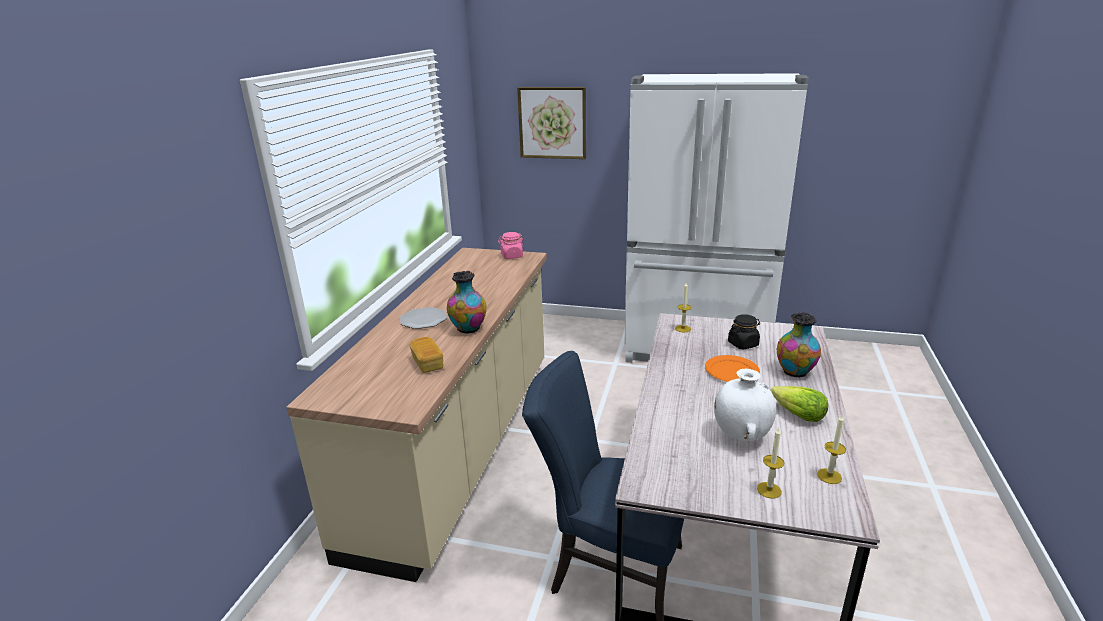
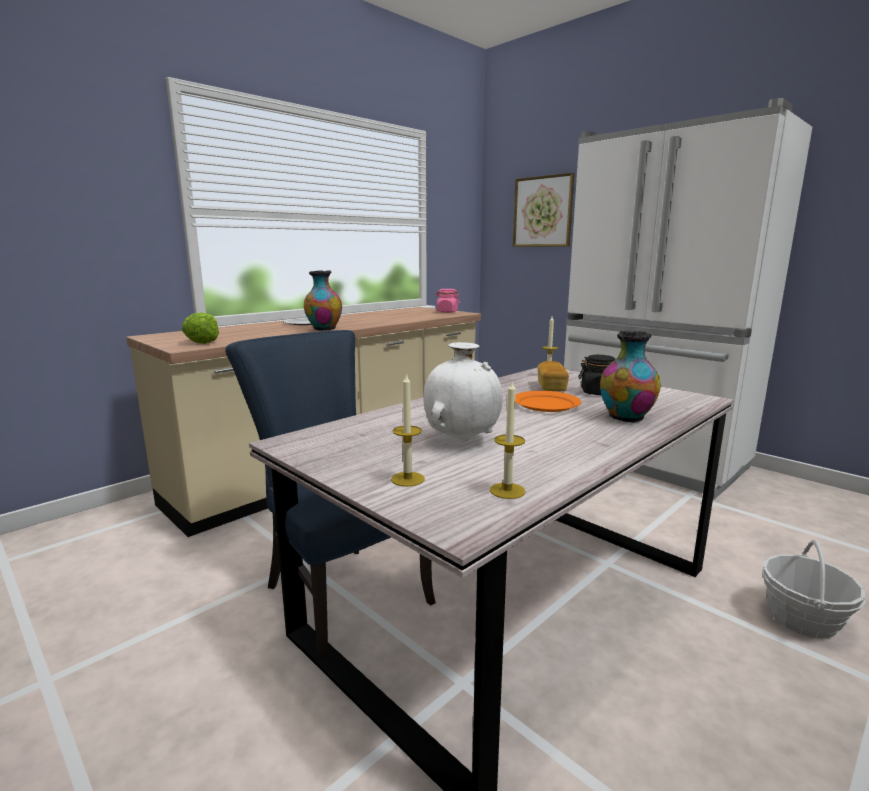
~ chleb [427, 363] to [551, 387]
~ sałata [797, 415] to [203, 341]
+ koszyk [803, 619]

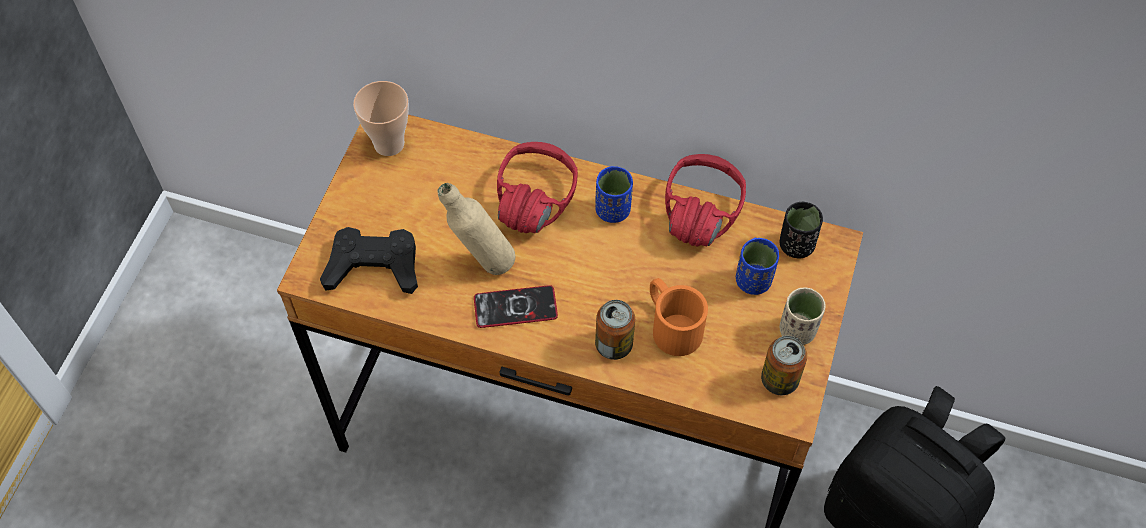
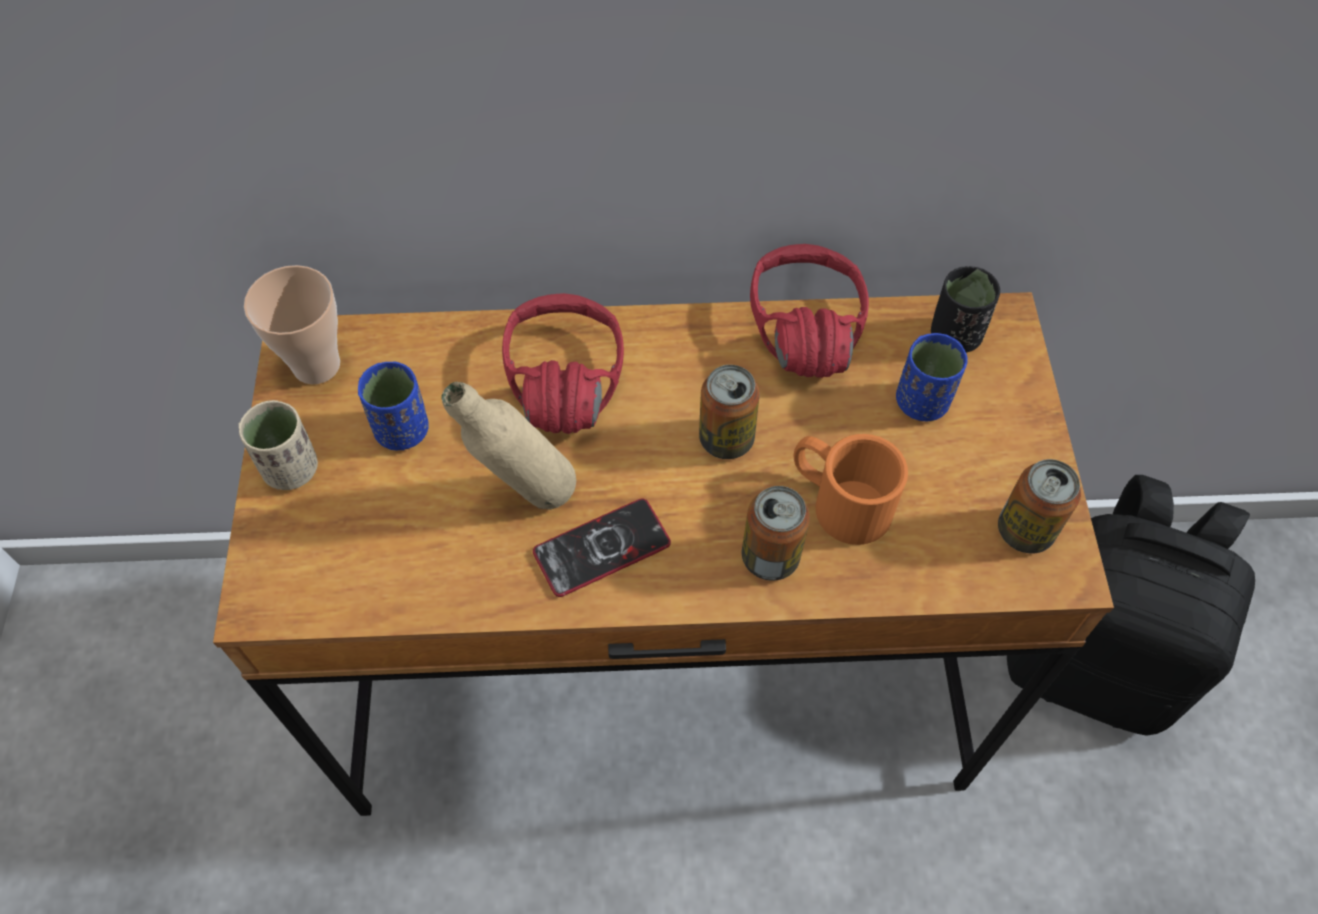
- pad do gier/czarny [373, 266]
~ filiżanka/niebieski [613, 210] to [402, 430]
~ filiżanka/beżowy [797, 330] to [291, 469]
+ puszka [726, 439]

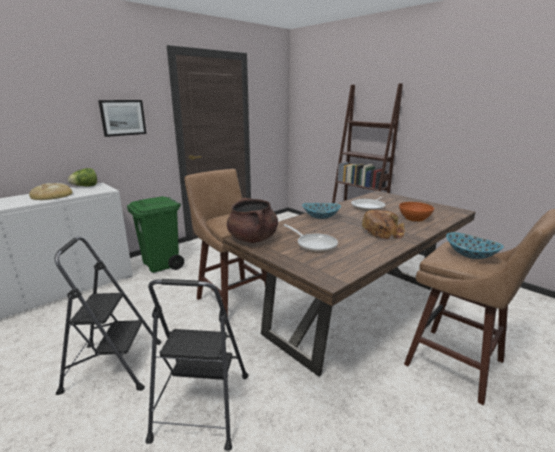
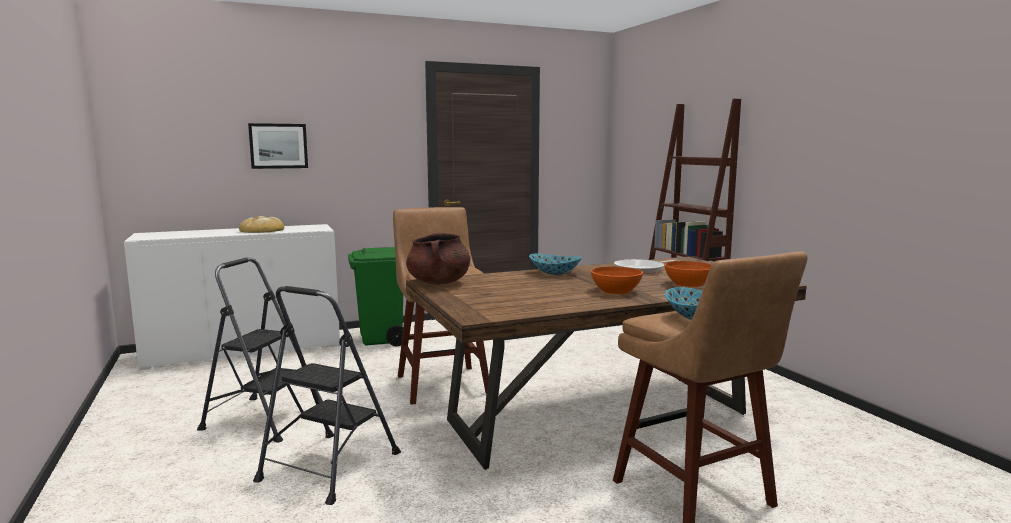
- sałata [85, 186]
~ obraz [123, 117] to [278, 146]
- patelnia [314, 245]
~ chleb [382, 232] to miska/pomarańczowy [615, 291]

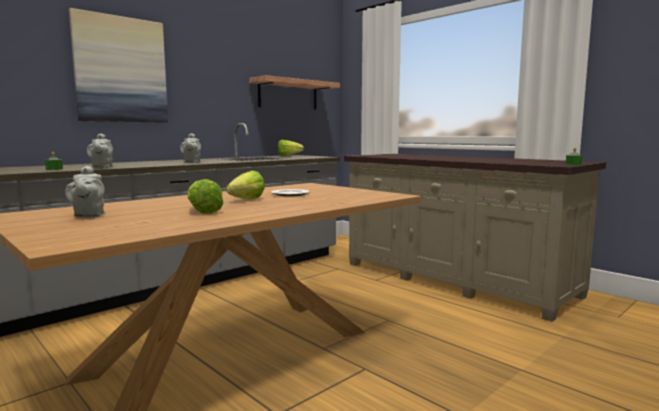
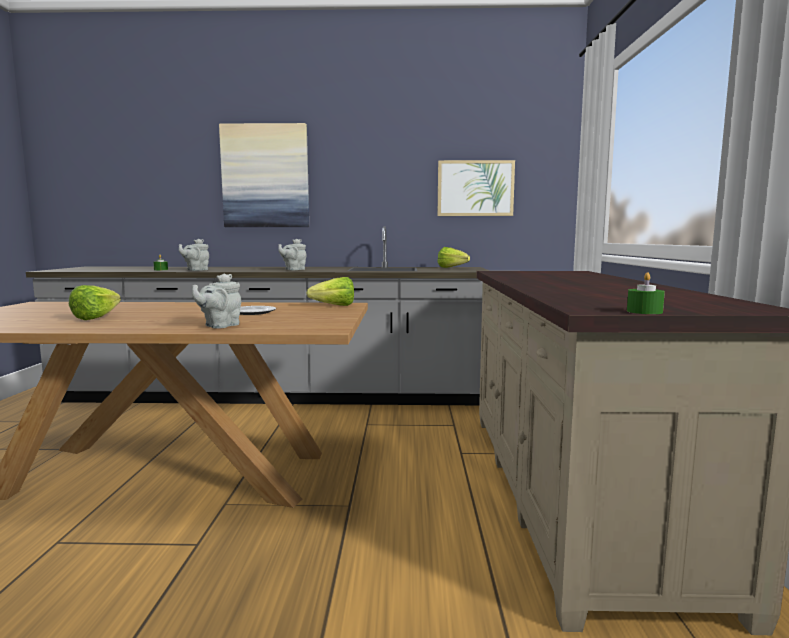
~ imbryk/szary [88, 215] to [220, 326]
~ sałata [243, 200] to [330, 306]
~ półka [288, 95] to obraz [475, 188]

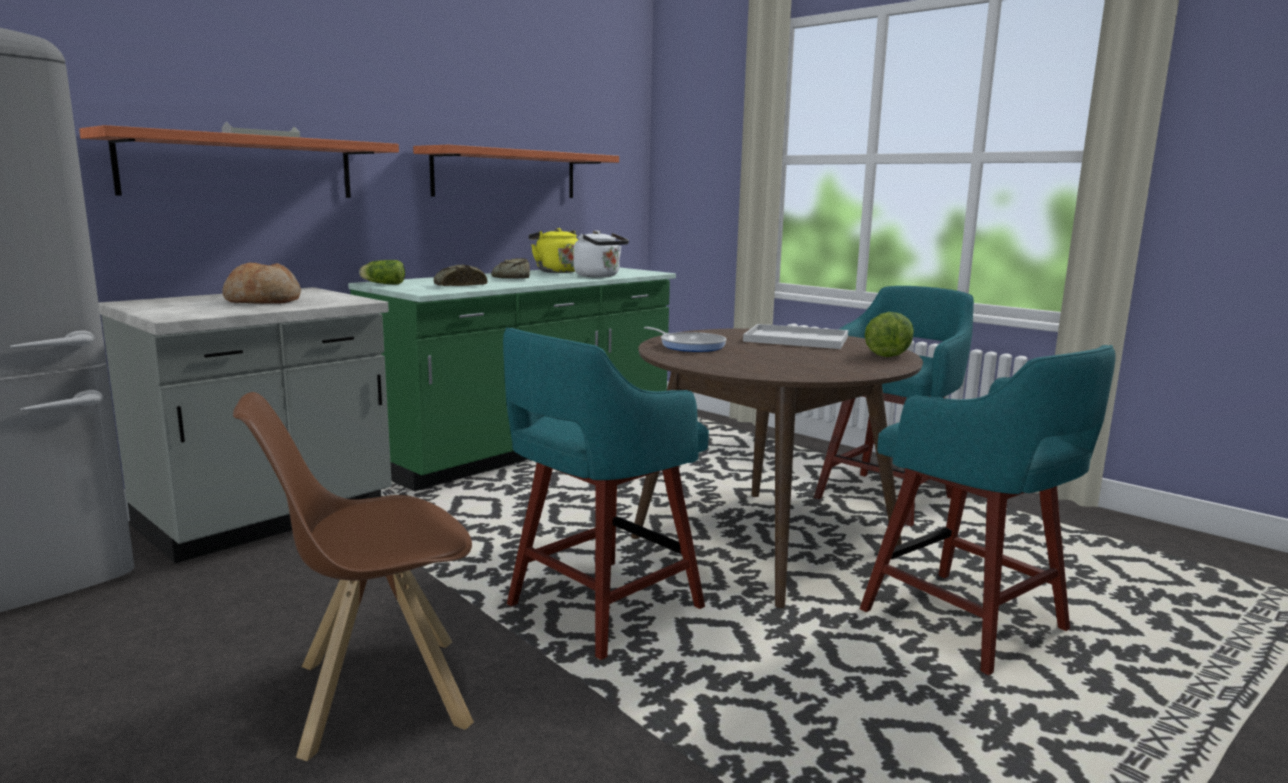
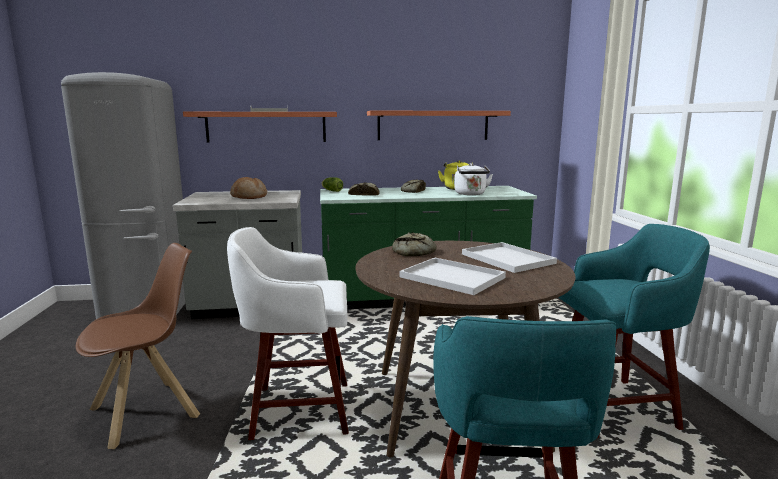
~ krzesło/brązowy [375, 695] = [148, 411] 120 degrees clockwise
~ stołek/turkusowy [600, 608] to stołek/biały [297, 410]
~ patelnia [690, 346] to chleb [415, 252]
- sałata [889, 354]
+ taca/biały [450, 277]

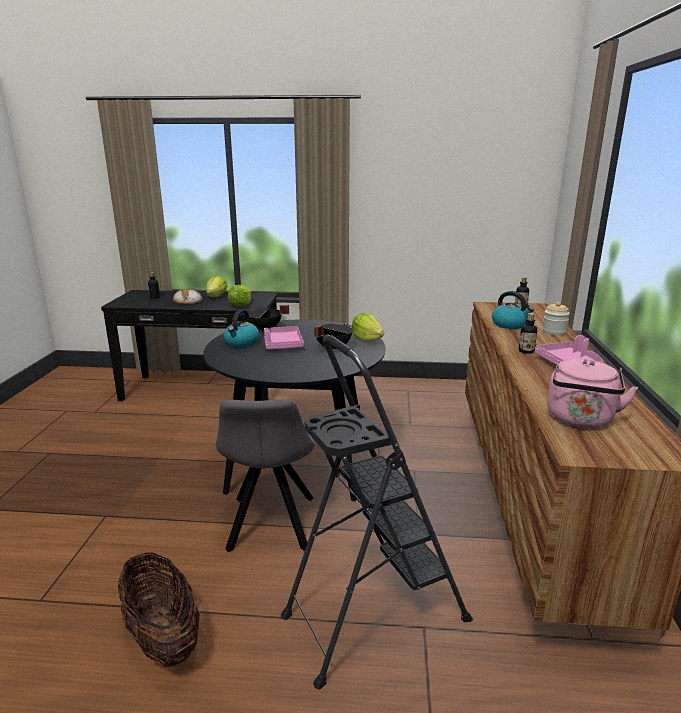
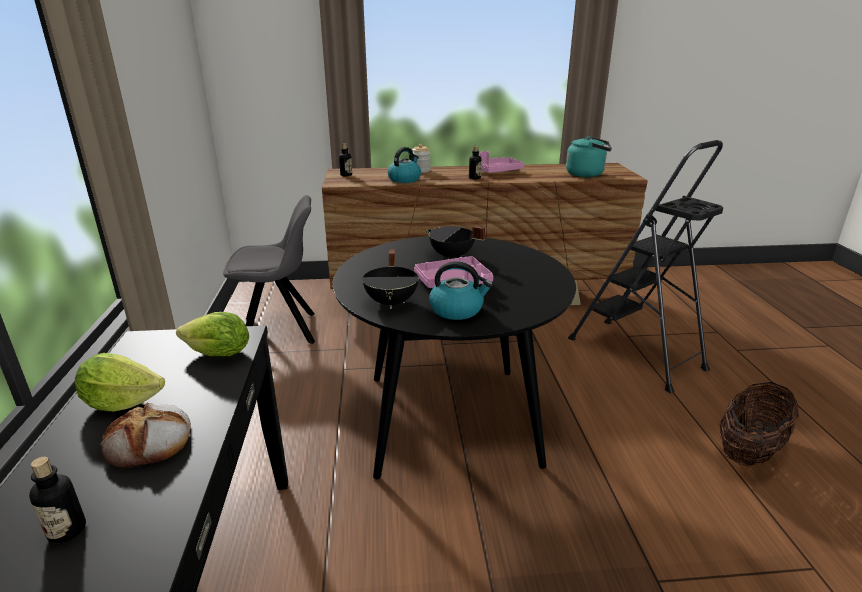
~ krzesło/szary [271, 523] to [280, 331]
- sałata [367, 339]
~ czajnik/różowy [580, 420] to czajnik/turkusowy [587, 174]

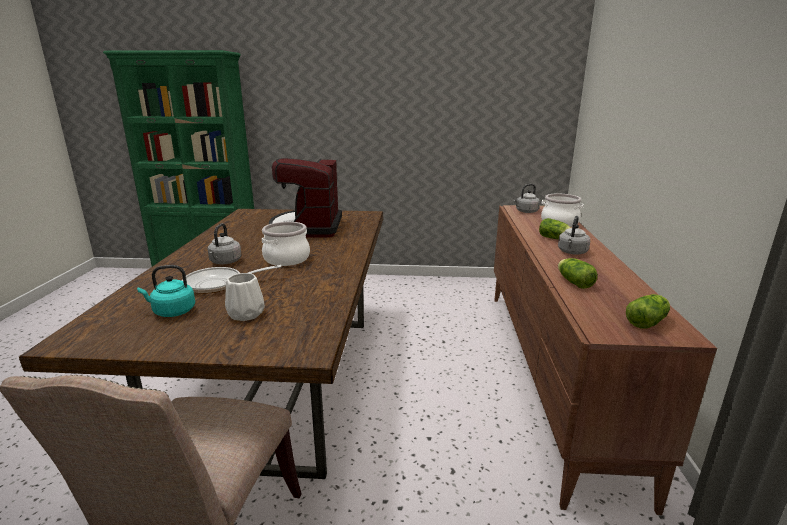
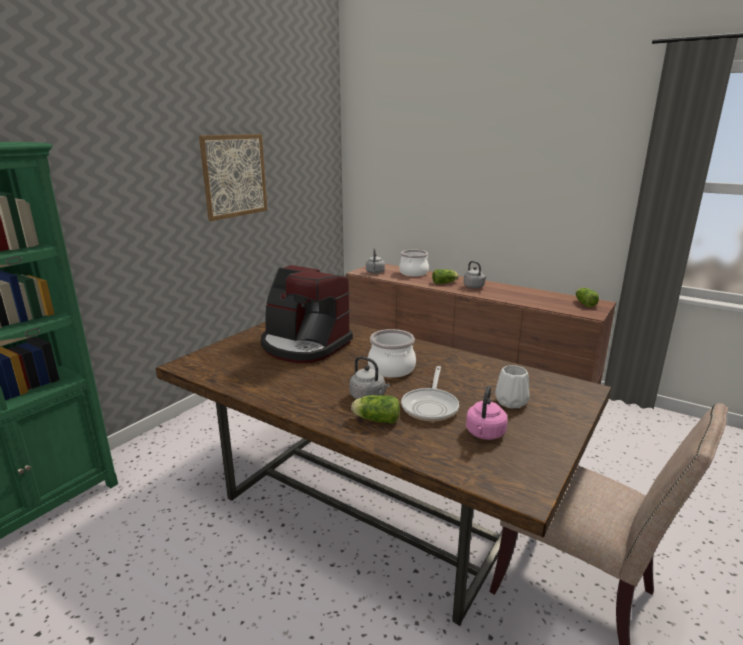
~ czajnik/turkusowy [172, 312] to czajnik/różowy [484, 434]
~ sałata [573, 282] to [375, 419]
+ obraz [234, 175]

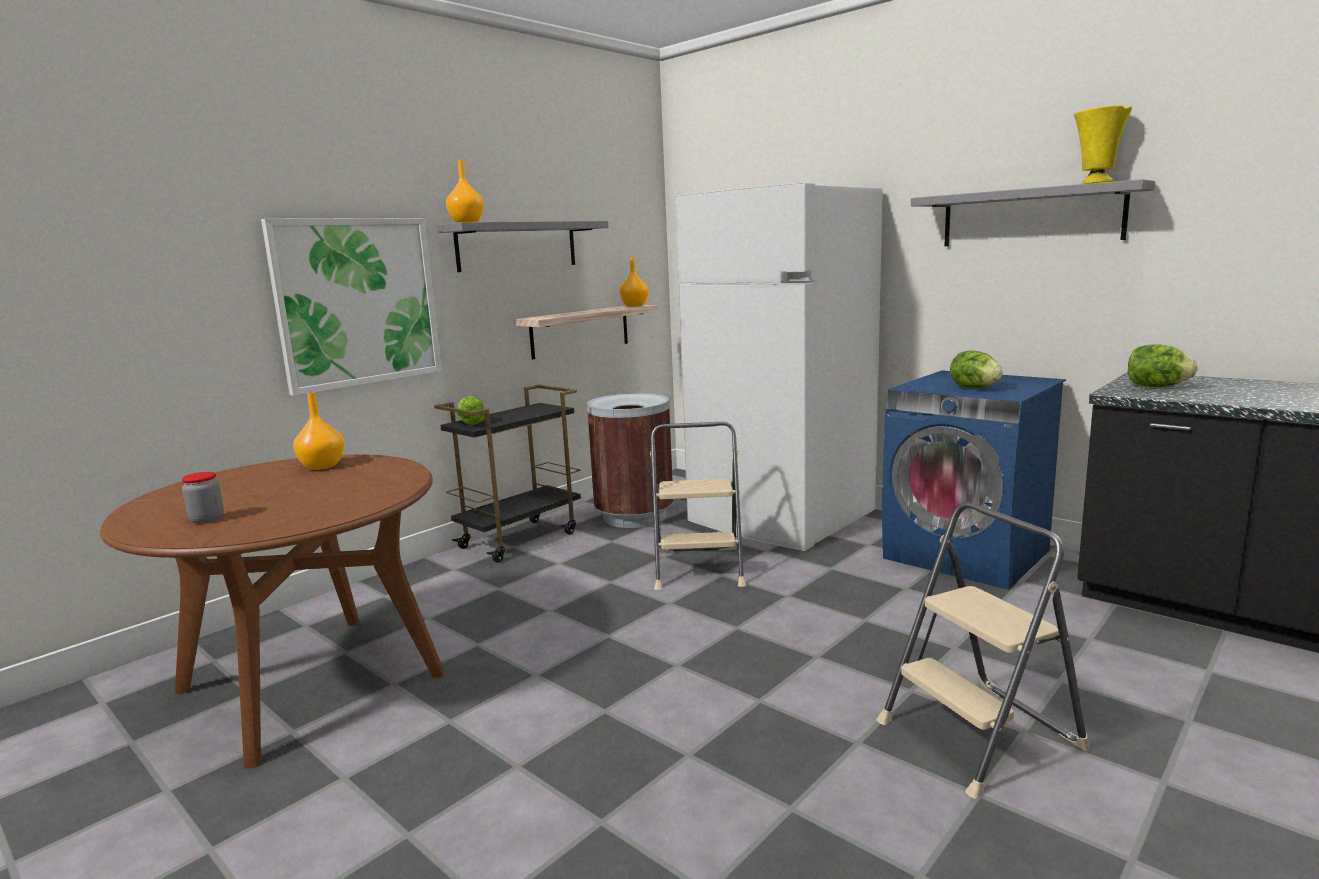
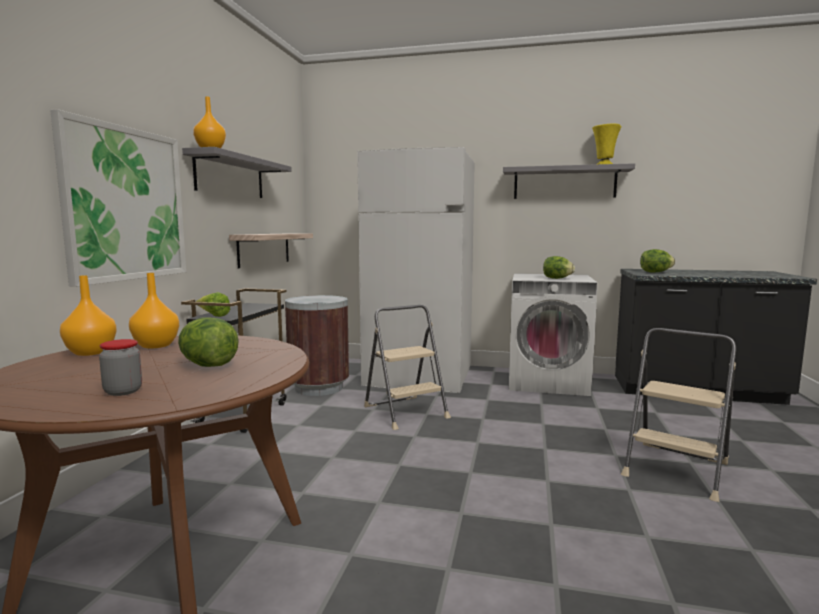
~ wazon/pomarańczowy [635, 305] to [91, 352]
~ pralka/niebieski [969, 554] to pralka/biały [548, 381]
+ sałata [208, 365]

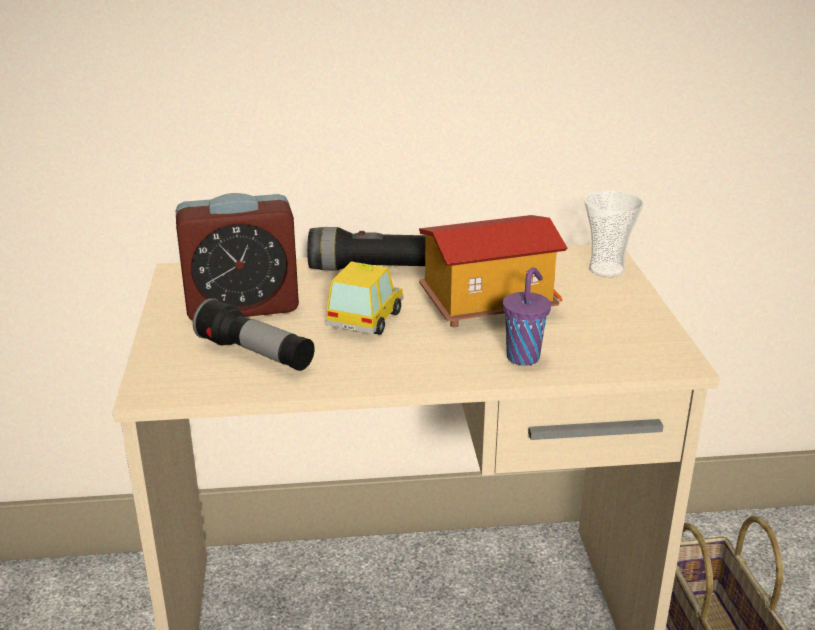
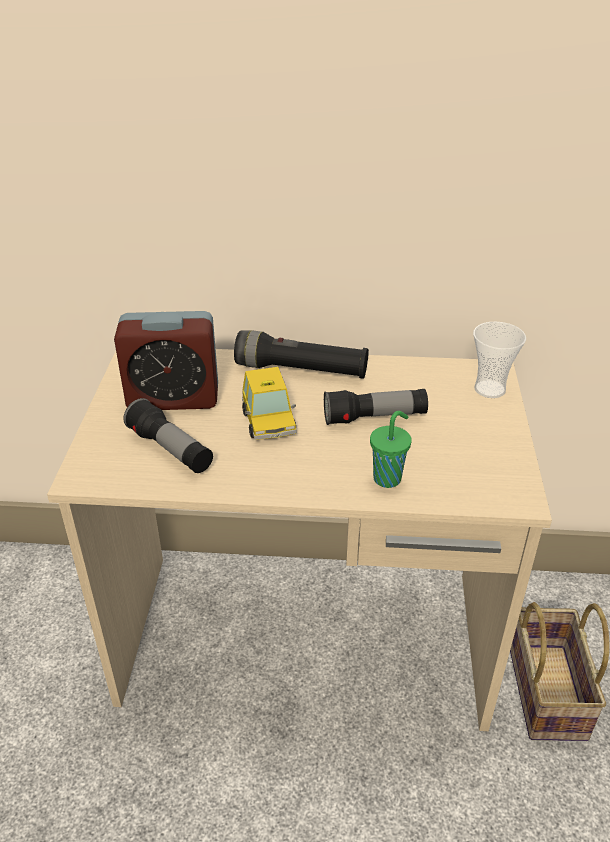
~ samochodzik [366, 319] = [269, 422] 135 degrees clockwise
~ domek [487, 304] to latarka [374, 417]
~ filiżanka/fioletowy [524, 356] to filiżanka/zielony [388, 478]

